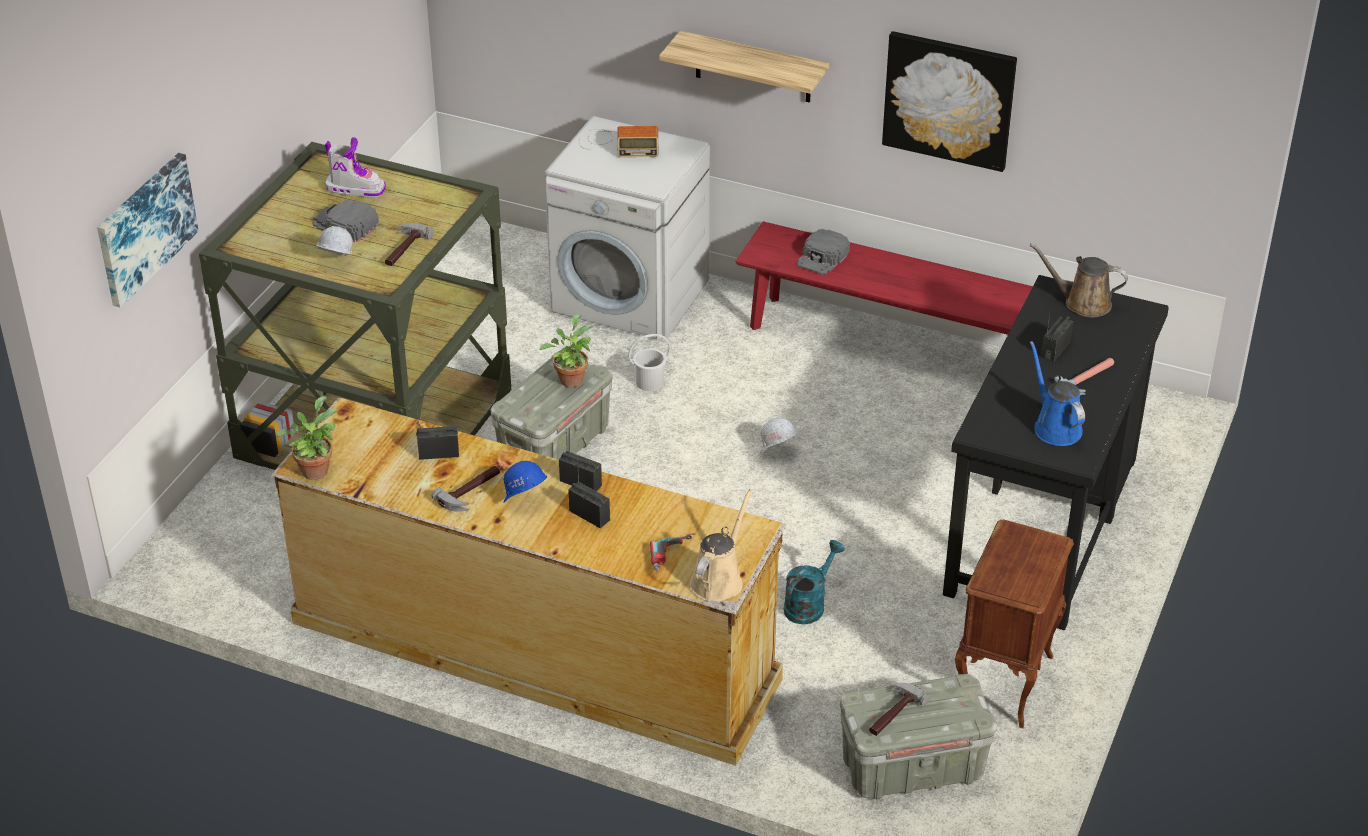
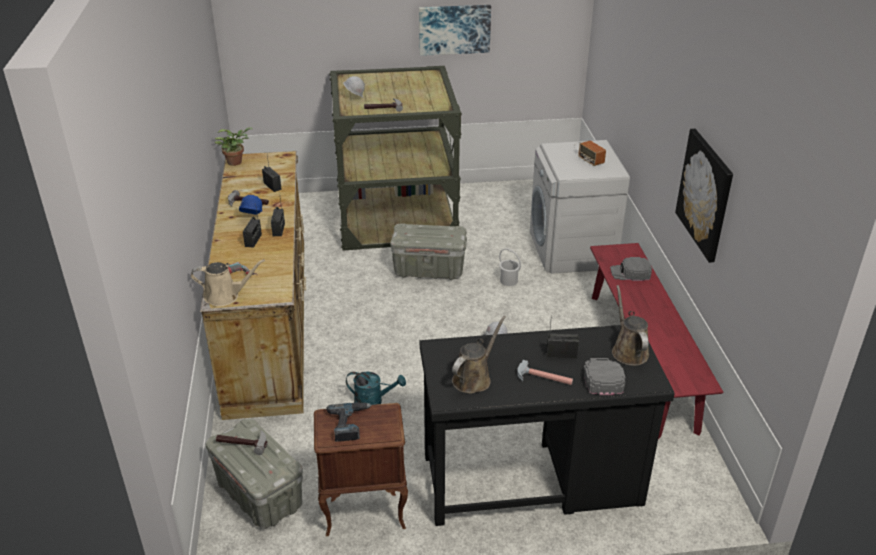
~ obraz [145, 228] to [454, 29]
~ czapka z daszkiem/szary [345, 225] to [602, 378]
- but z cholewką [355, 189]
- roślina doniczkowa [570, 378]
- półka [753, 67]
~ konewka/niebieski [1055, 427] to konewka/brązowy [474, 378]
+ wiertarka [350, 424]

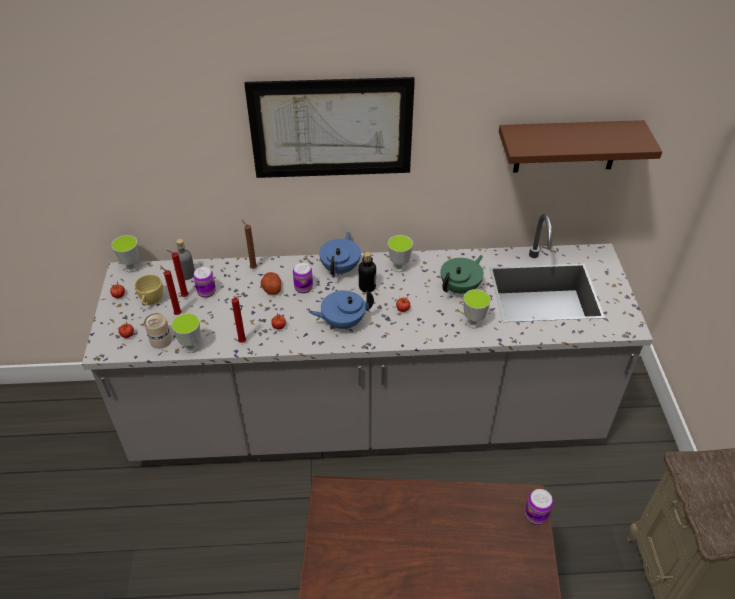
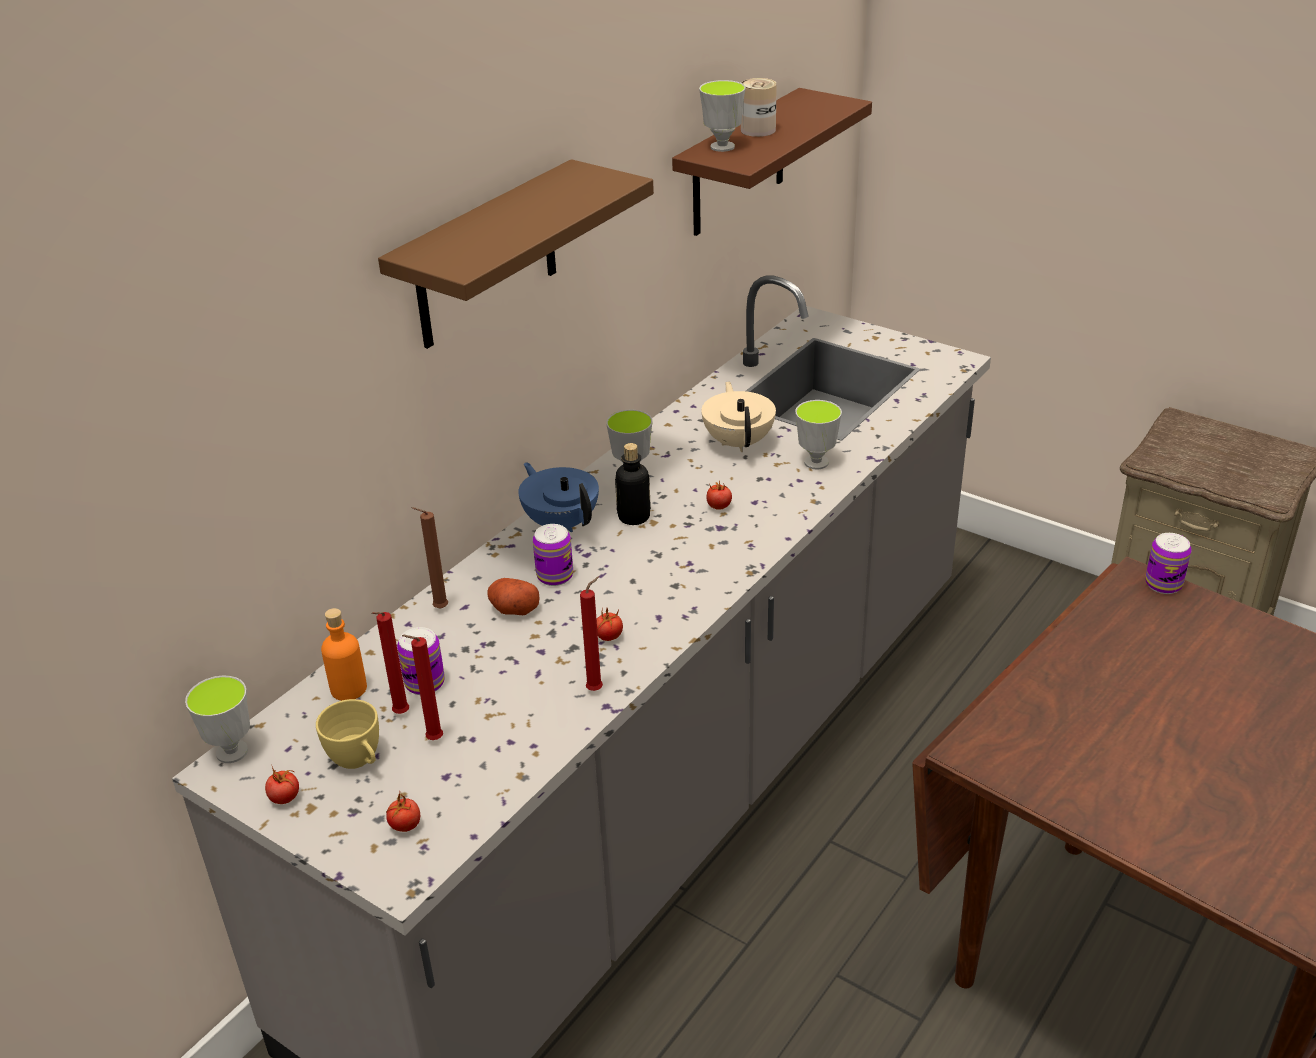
~ puszka [161, 340] to [758, 130]
~ filiżanka [191, 347] to [722, 147]
~ butelka/szary [187, 274] to butelka/pomarańczowy [348, 689]
~ obraz [331, 128] to półka/brązowy [486, 257]
- imbryk/niebieski [342, 322]
~ imbryk/zielony [460, 288] to imbryk/beżowy [739, 442]

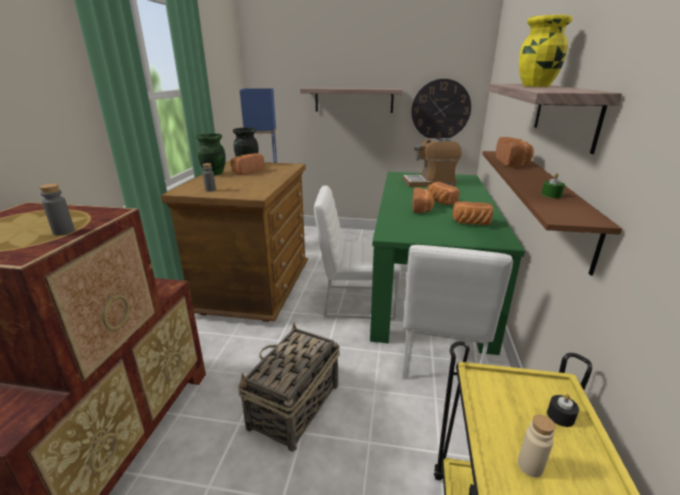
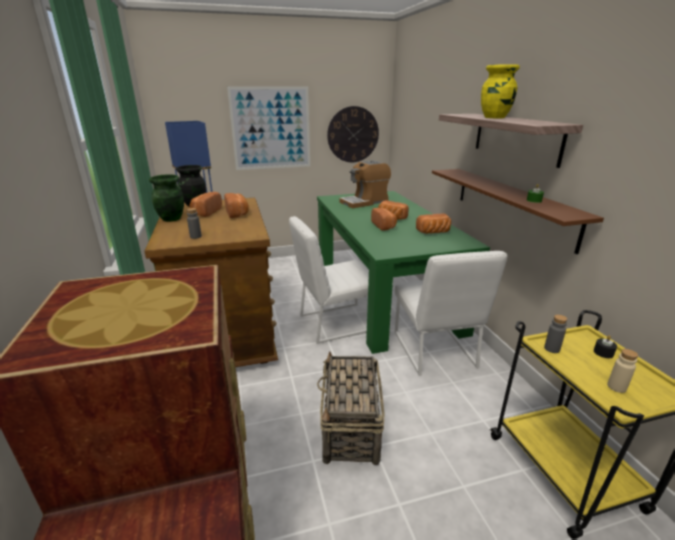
~ butelka/szary [64, 232] to [552, 349]
~ półka [353, 100] to obraz [271, 128]
~ chleb [513, 163] to [238, 213]

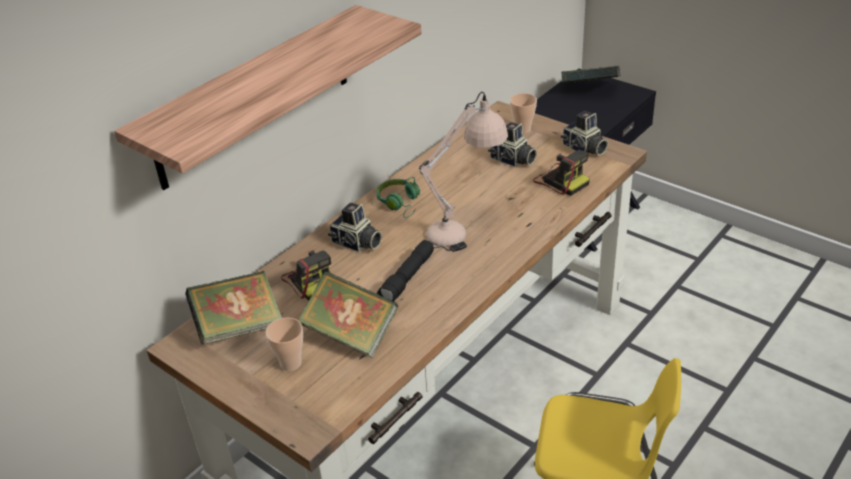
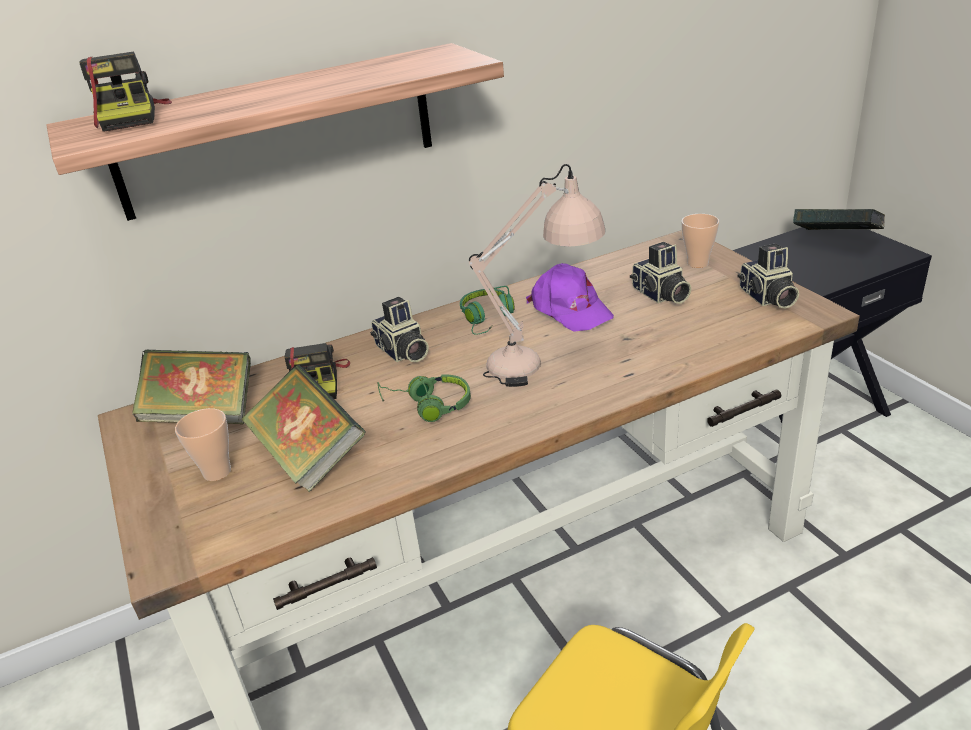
~ latarka/czarny [408, 278] to słuchawki/zielony [428, 406]
~ aparat fotograficzny [560, 181] to [132, 117]
+ czapka z daszkiem/fioletowy [570, 309]

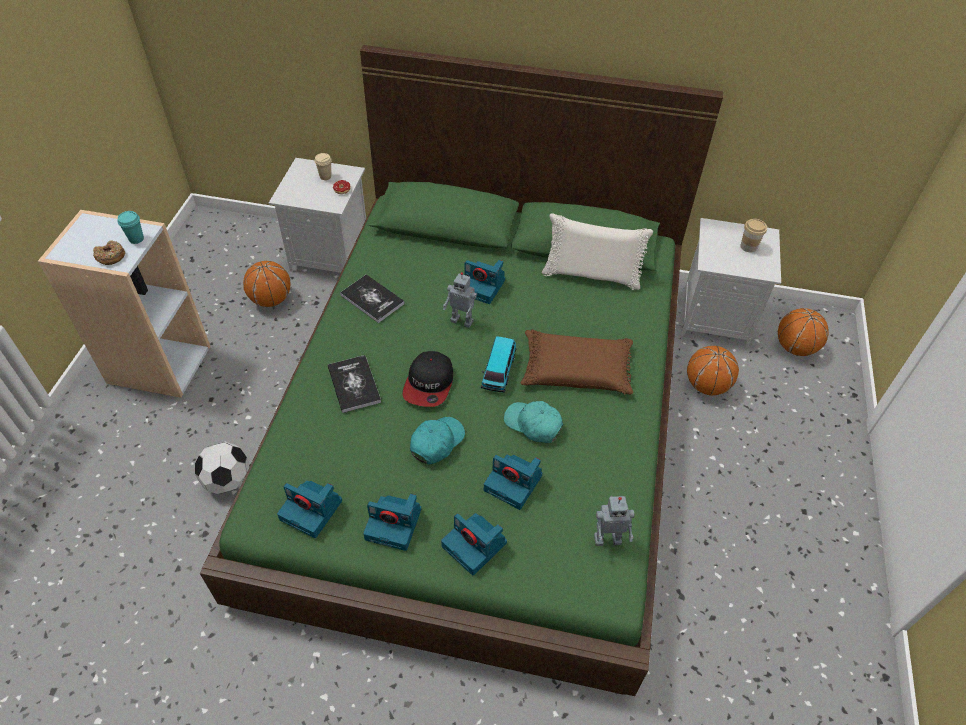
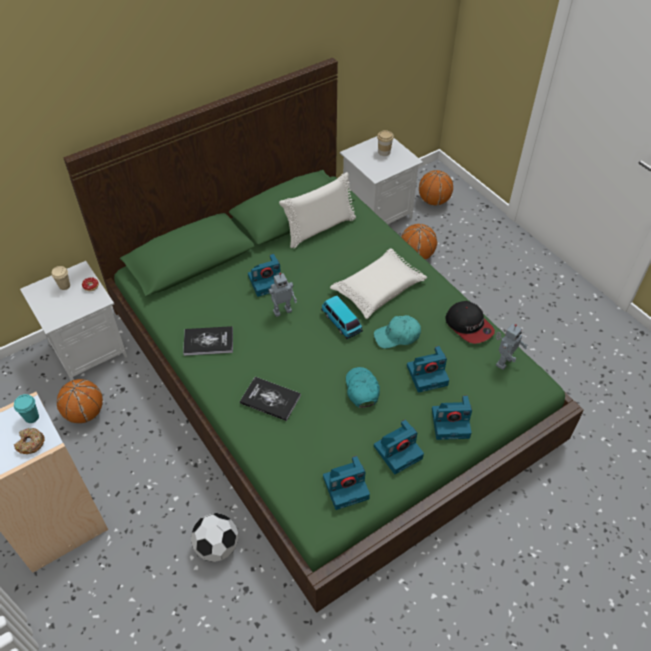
~ czapka z daszkiem [429, 384] to [469, 326]
~ poduszka/brązowy [576, 367] to poduszka/biały [378, 287]

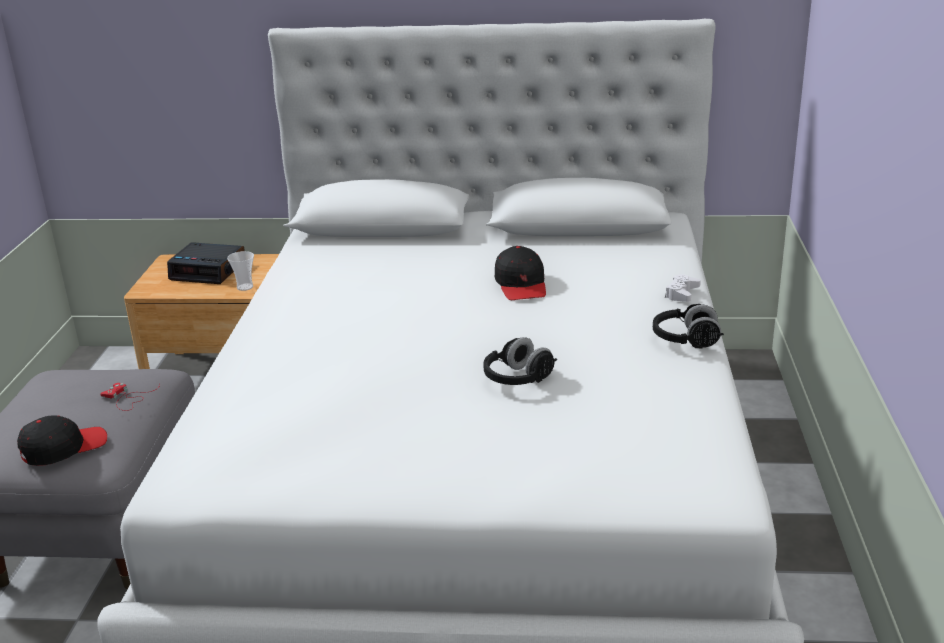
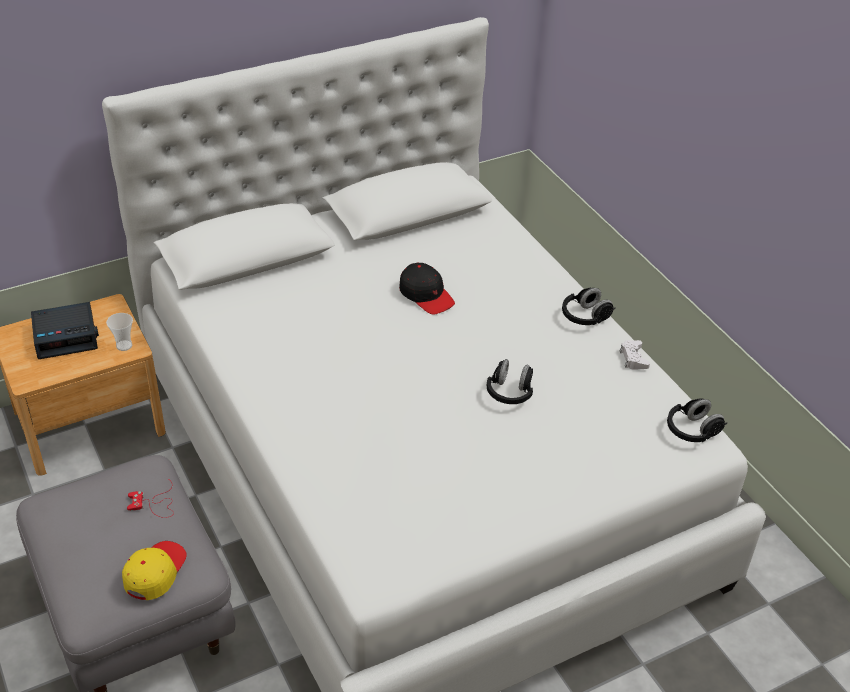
~ czapka z daszkiem/czarny [63, 448] to czapka z daszkiem/żółty [155, 572]
~ pad do gier/biały [682, 293] to [633, 358]
+ słuchawki/czarny [692, 431]

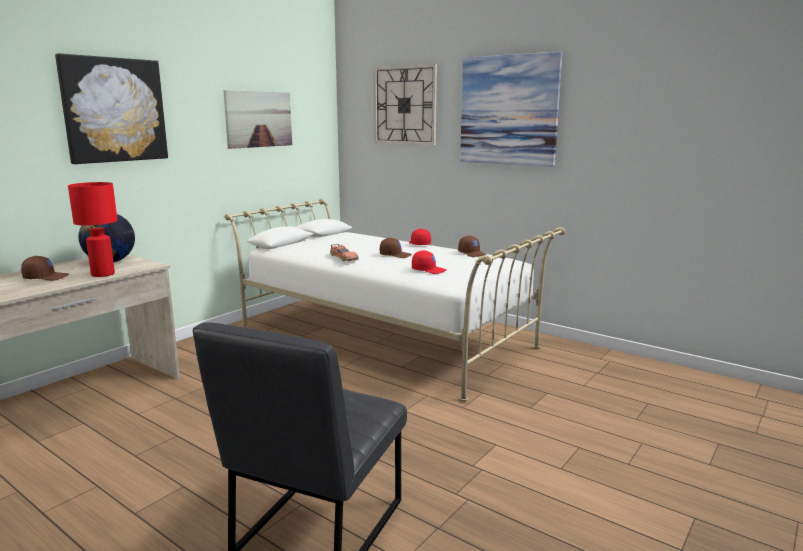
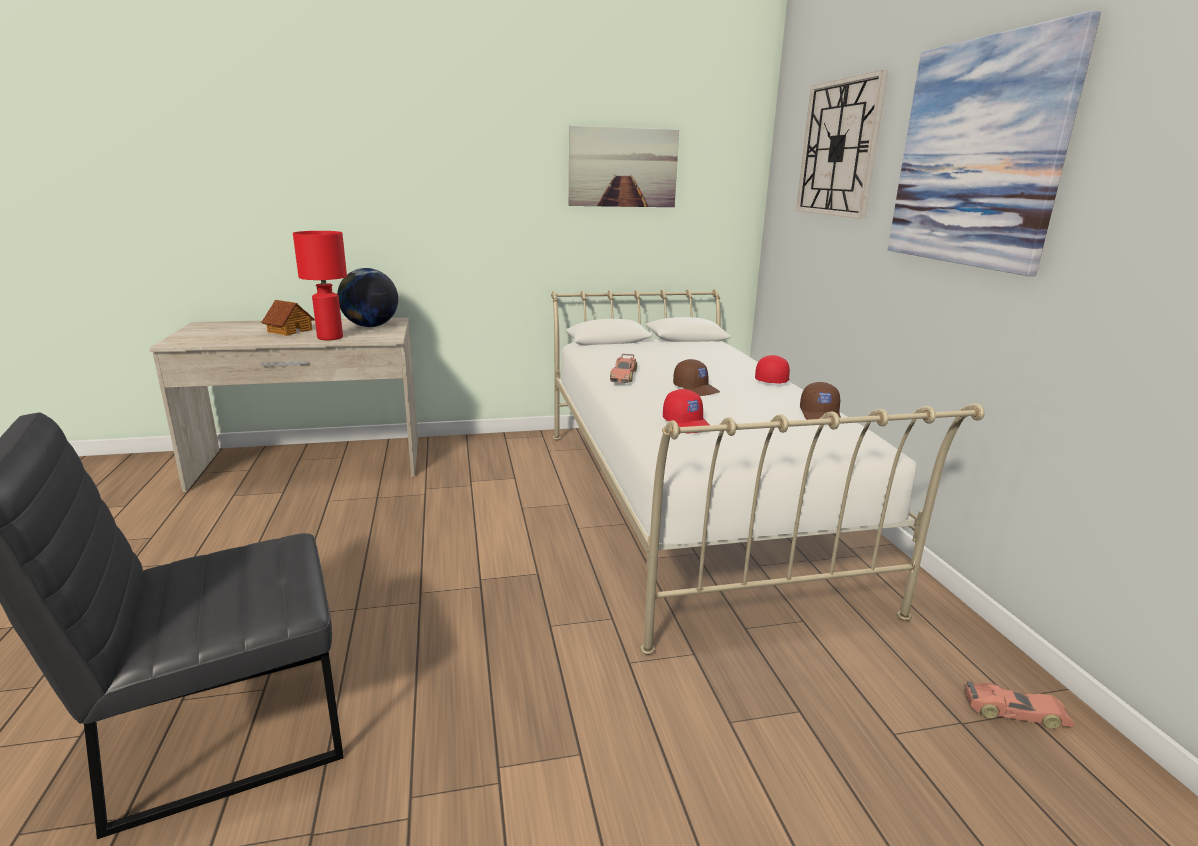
~ czapka z daszkiem/brązowy [46, 277] to domek [289, 331]
- obraz [114, 110]
+ samochodzik [1015, 712]

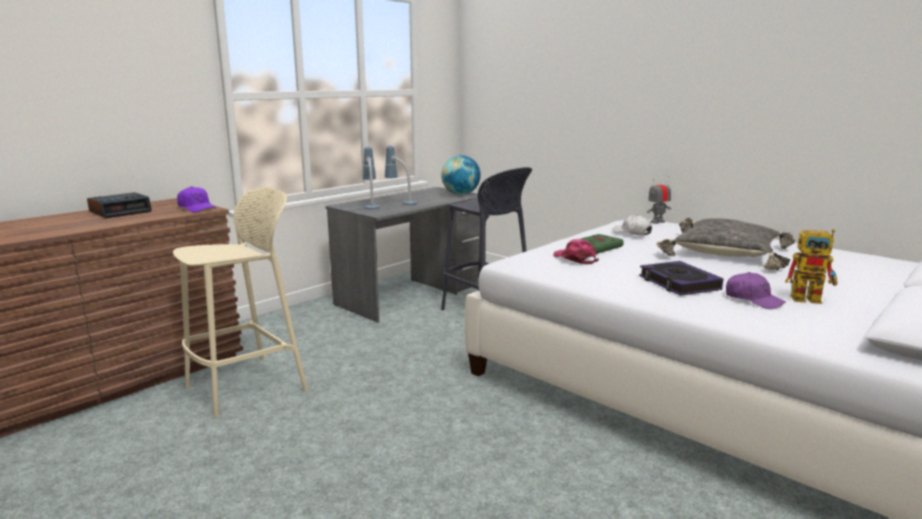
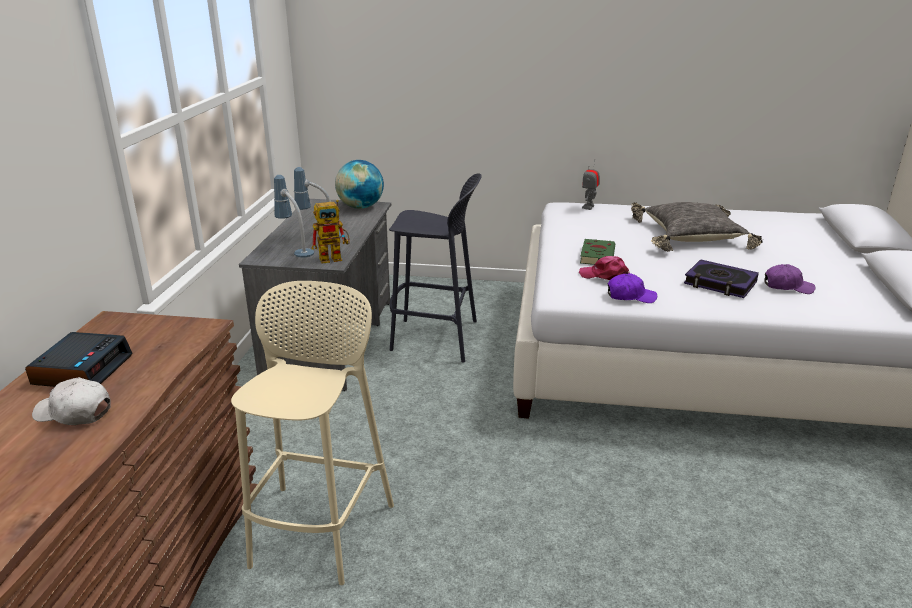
~ czapka z daszkiem/fioletowy [196, 208] to [630, 296]
~ czapka z daszkiem/biały [632, 233] to [74, 413]
~ robot zabawkowy [812, 299] to [335, 257]

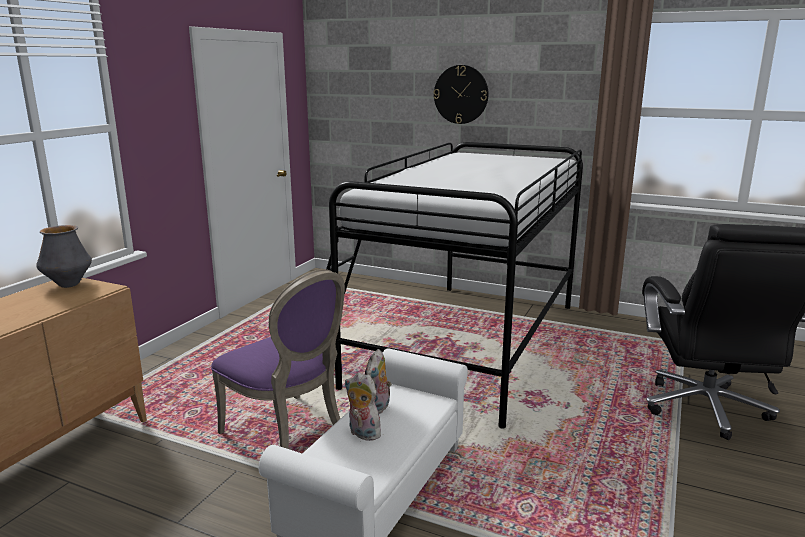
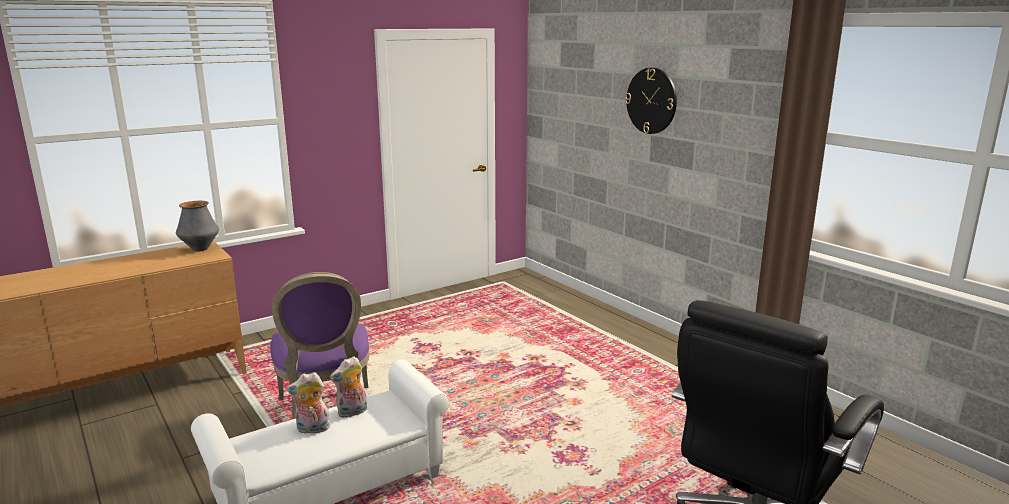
- łóżko/czarny [465, 343]
~ pluszak [362, 434] = [312, 429] 75 degrees counterclockwise

